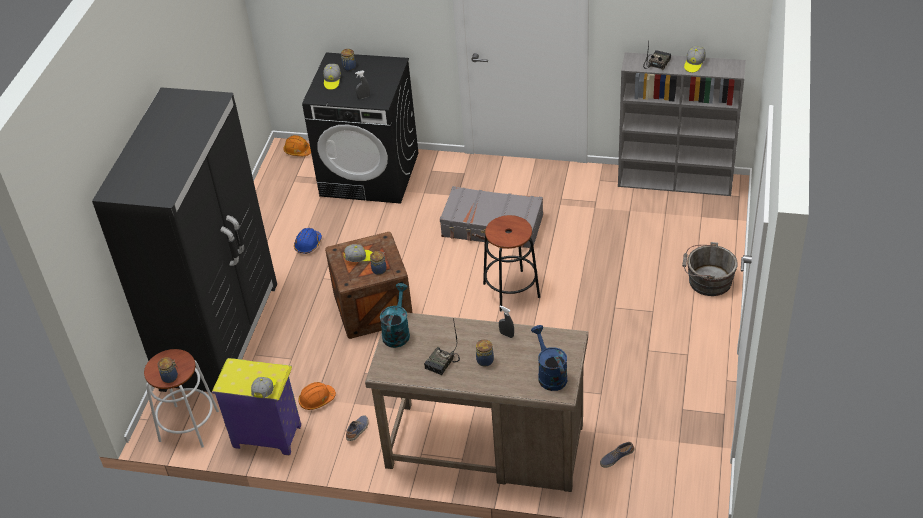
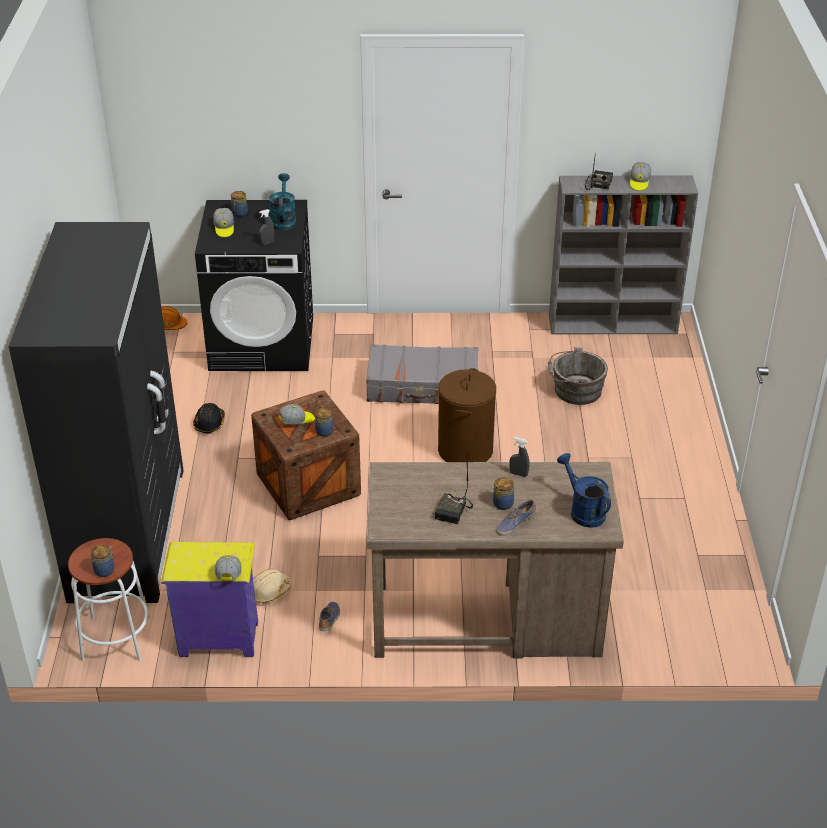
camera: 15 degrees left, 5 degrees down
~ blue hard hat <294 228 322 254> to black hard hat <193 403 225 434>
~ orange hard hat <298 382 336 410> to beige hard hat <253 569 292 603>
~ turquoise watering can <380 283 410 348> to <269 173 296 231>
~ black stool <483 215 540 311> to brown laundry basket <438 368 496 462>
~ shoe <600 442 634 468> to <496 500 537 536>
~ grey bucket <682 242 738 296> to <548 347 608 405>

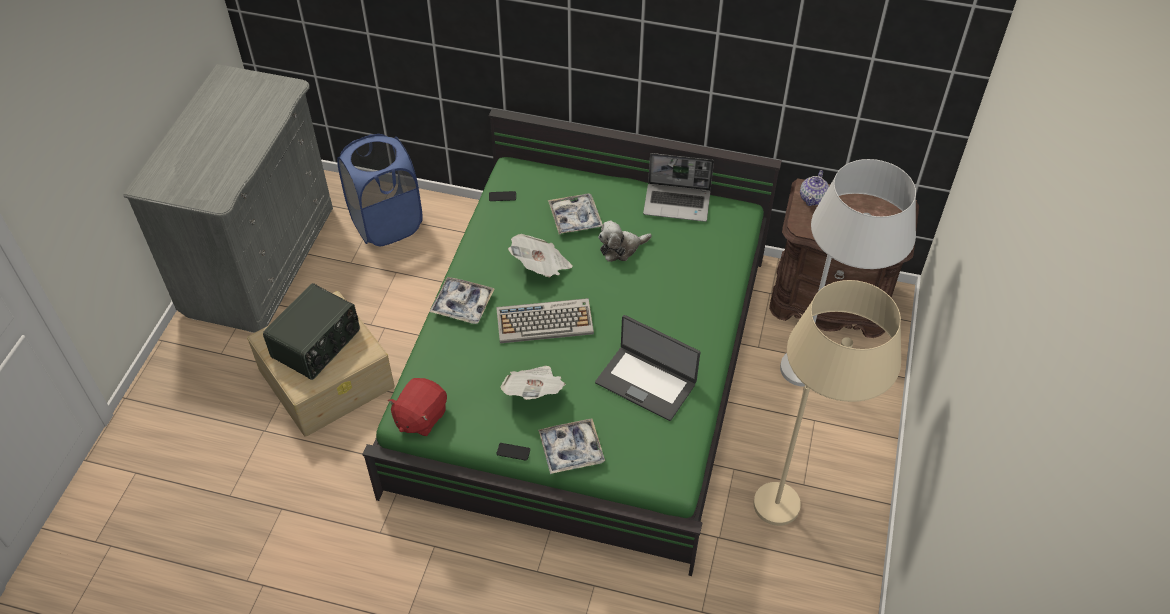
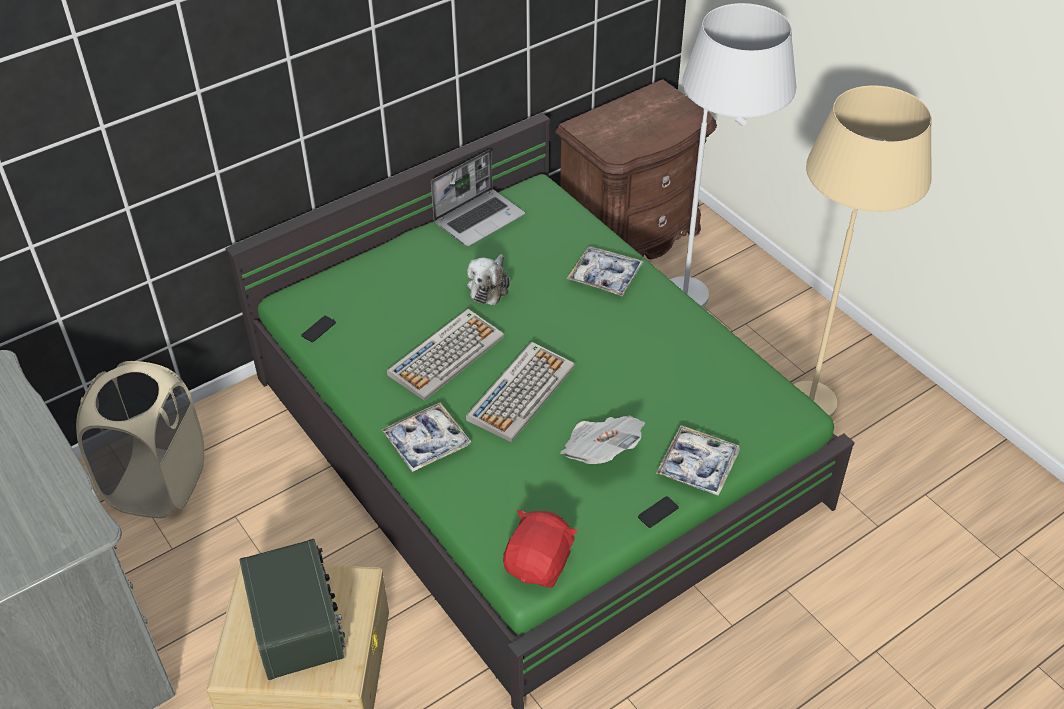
camera: 50 degrees left, 5 degrees down
~ blue laundry basket <337 134 423 246> to beige laundry basket <76 361 204 518>
~ red plush toy <388 378 447 436> = <503 510 578 587> 135 degrees counterclockwise
~ newspaper <508 234 572 277> to keyboard <387 309 504 401>
~ tray <548 193 603 234> to <566 246 643 296>
- laptop <595 315 700 421>
- teapot <800 170 829 206>

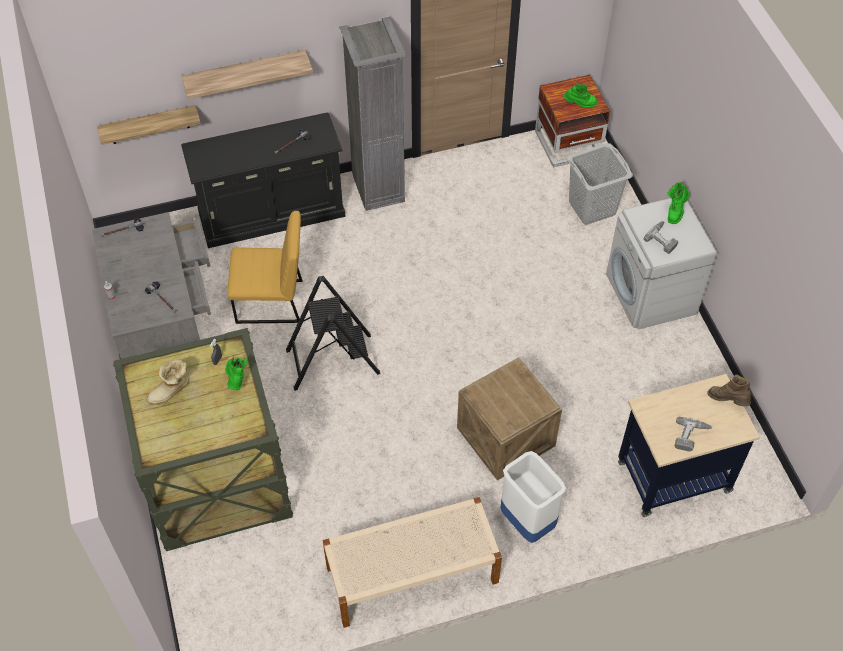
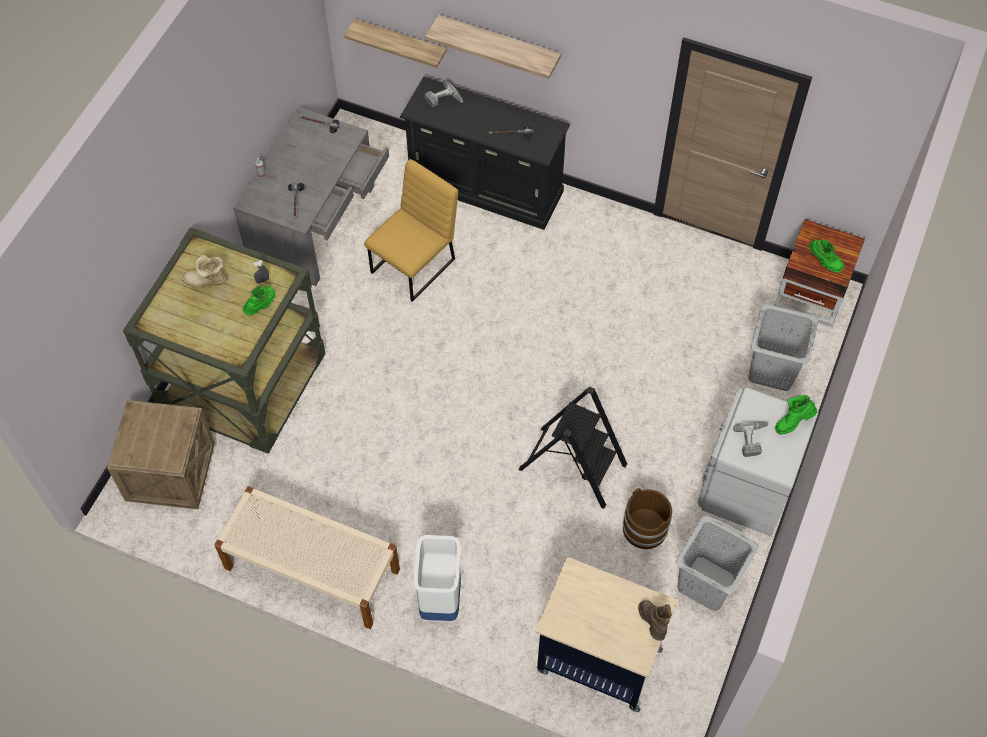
camera: 40 degrees right, 5 degrees up
~ yellow chair <227 211 302 324> = <364 159 458 302> 90 degrees counterclockwise
~ black step ladder <286 276 380 391> to <518 386 628 509>
- grey cabinet <339 16 406 211>
~ crate <457 357 562 481> to <107 400 215 509>
~ power drill <675 417 712 451> to <425 81 463 107>
+ brown bucket <623 488 672 549>
+ grey laundry basket <676 515 759 611>

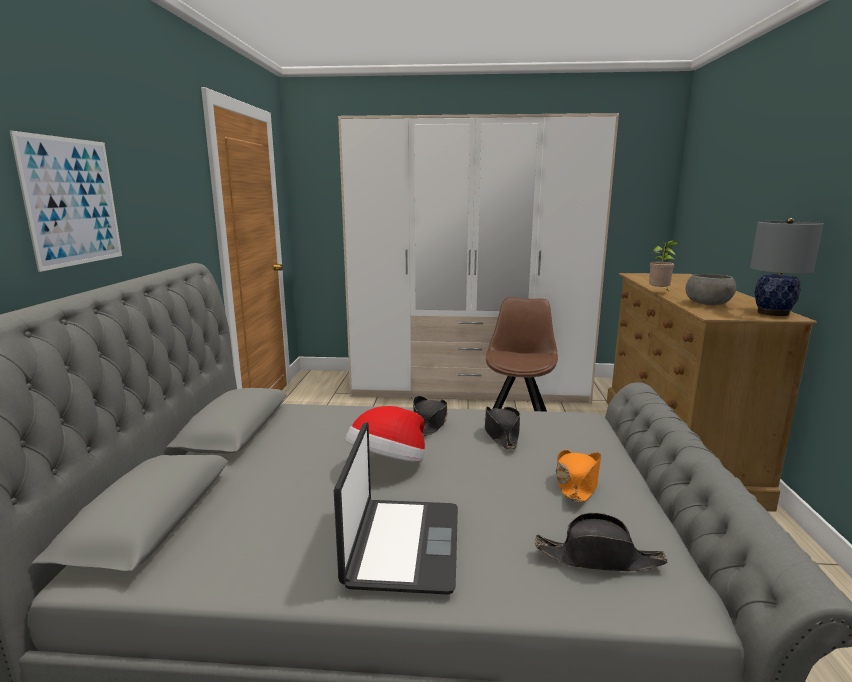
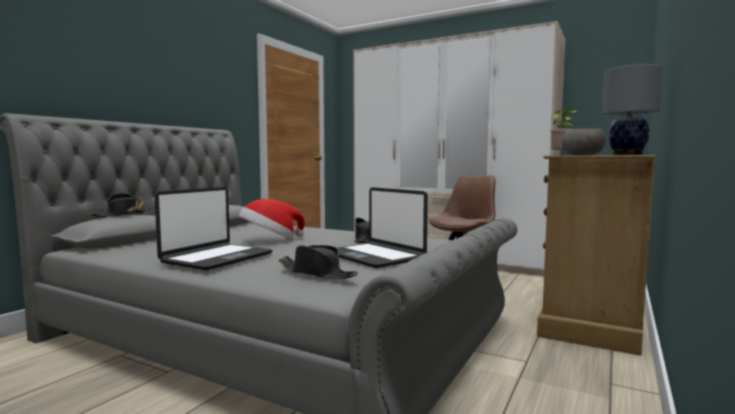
camera: 25 degrees right, 10 degrees down
- picture <9 130 122 272>
~ black hat <413 396 447 437> to <89 193 155 217>
~ orange hat <556 450 601 502> to laptop <337 187 428 268>

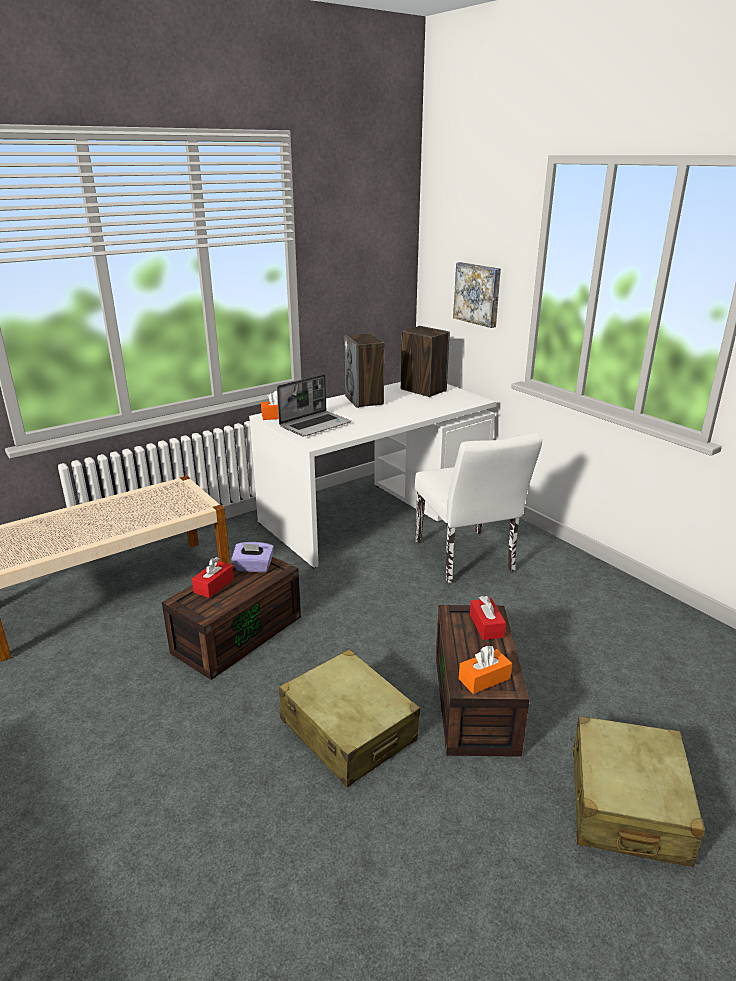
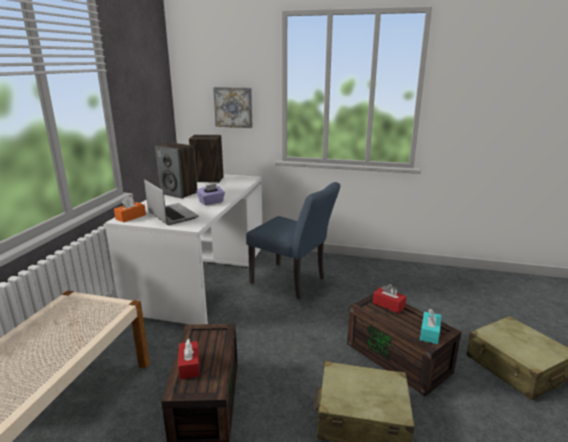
camera: 40 degrees left, 5 degrees down
~ purple tissue box <231 542 274 572> to <196 184 225 205>
~ laptop <277 374 351 437> = <144 179 199 225> 45 degrees counterclockwise
~ white chair <415 433 542 583> to blue chair <246 182 340 299>
~ orange tissue box <459 645 512 694> to turquoise tissue box <420 309 441 344>

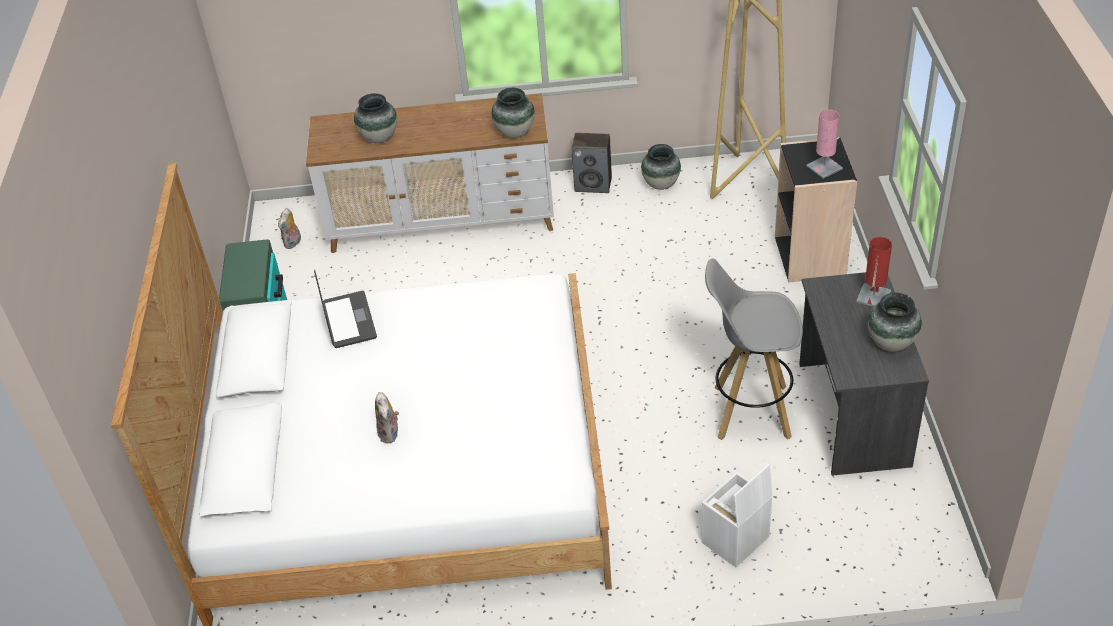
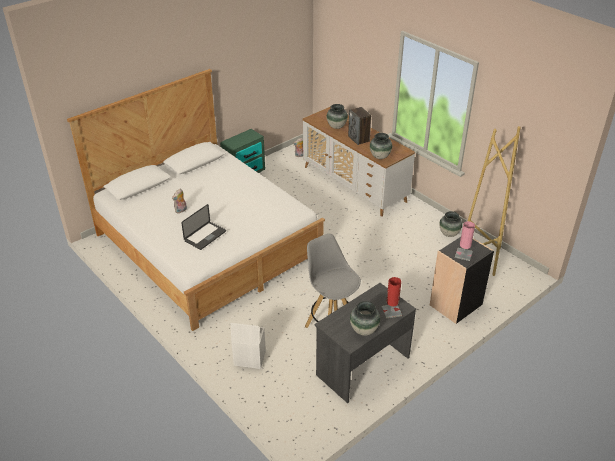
camera: 50 degrees right, 5 degrees down
~ laptop <314 270 377 348> to <181 204 226 250>
~ speaker <571 133 612 193> to <348 107 371 145>

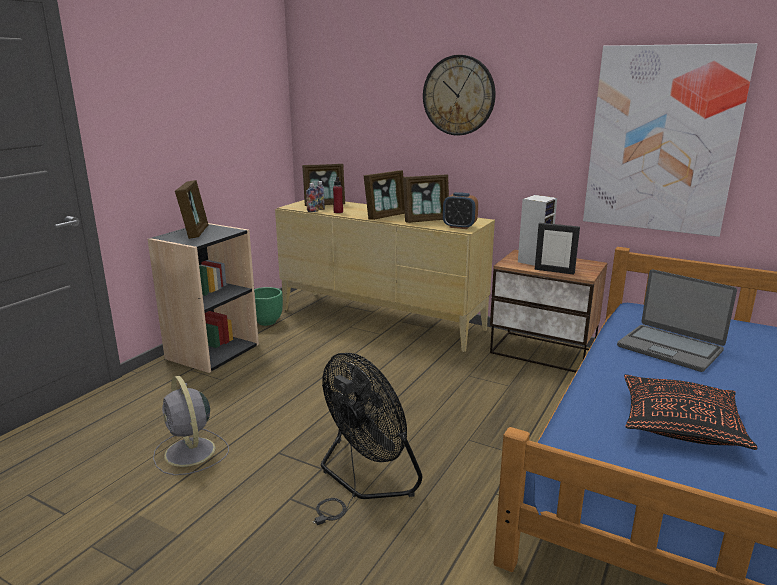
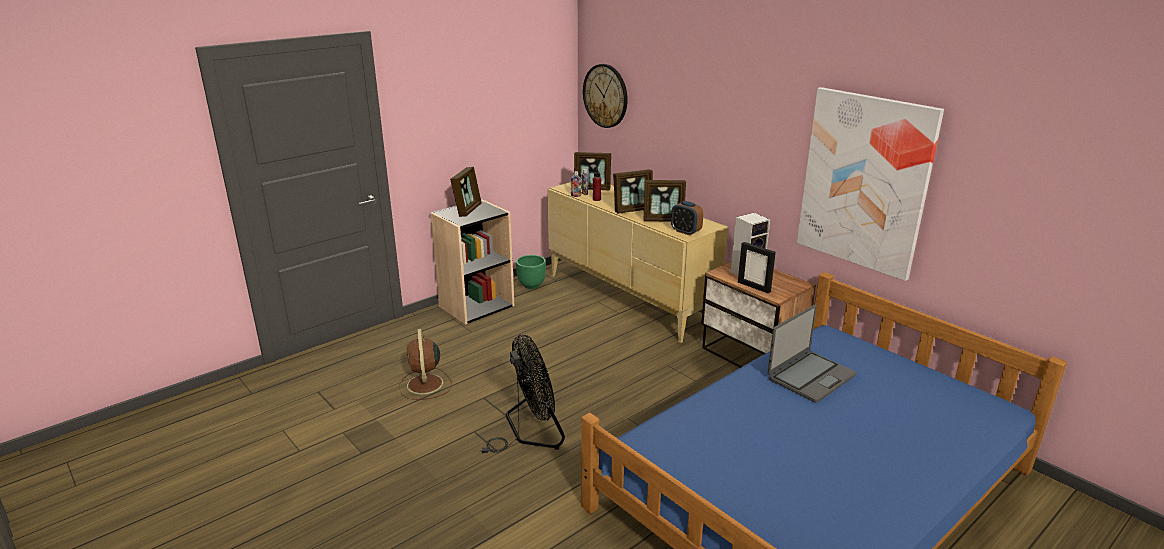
camera: 20 degrees right, 5 degrees up
~ grey fan <153 376 229 475> to brown fan <399 329 452 400>
~ wall clock <423 55 496 135> to <583 64 628 128>
~ laptop <617 269 737 372> = <768 304 857 403> 105 degrees counterclockwise
- black pillow <624 374 758 450>

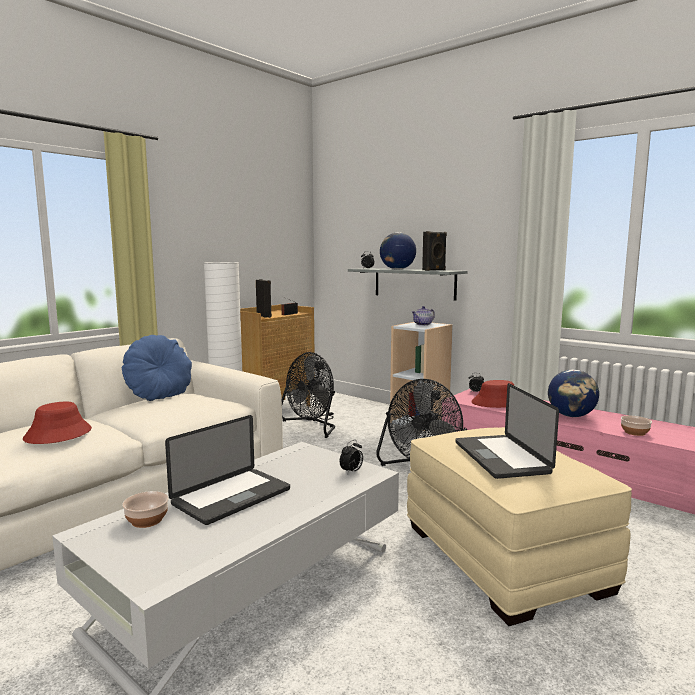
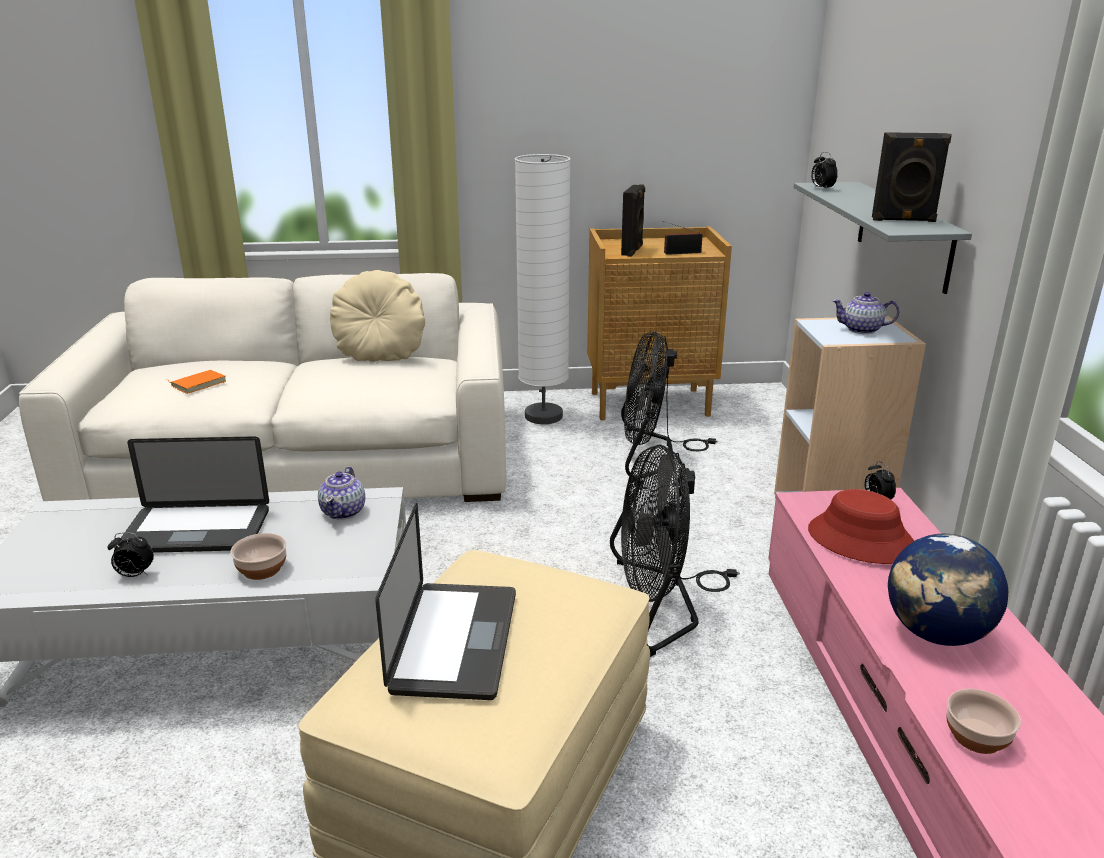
camera: 45 degrees right, 15 degrees up
~ red hat <23 402 92 444> to orange book <168 370 226 394>
~ blue pillow <122 335 192 401> to beige pillow <330 270 425 362>
~ bowl <122 491 169 528> to <230 533 286 580>
~ alarm clock <340 440 363 474> to <108 532 154 577>
- globe <380 232 416 270>
~ laptop <455 383 559 479> = <375 503 516 700> 150 degrees clockwise
+ teapot <318 467 365 520>

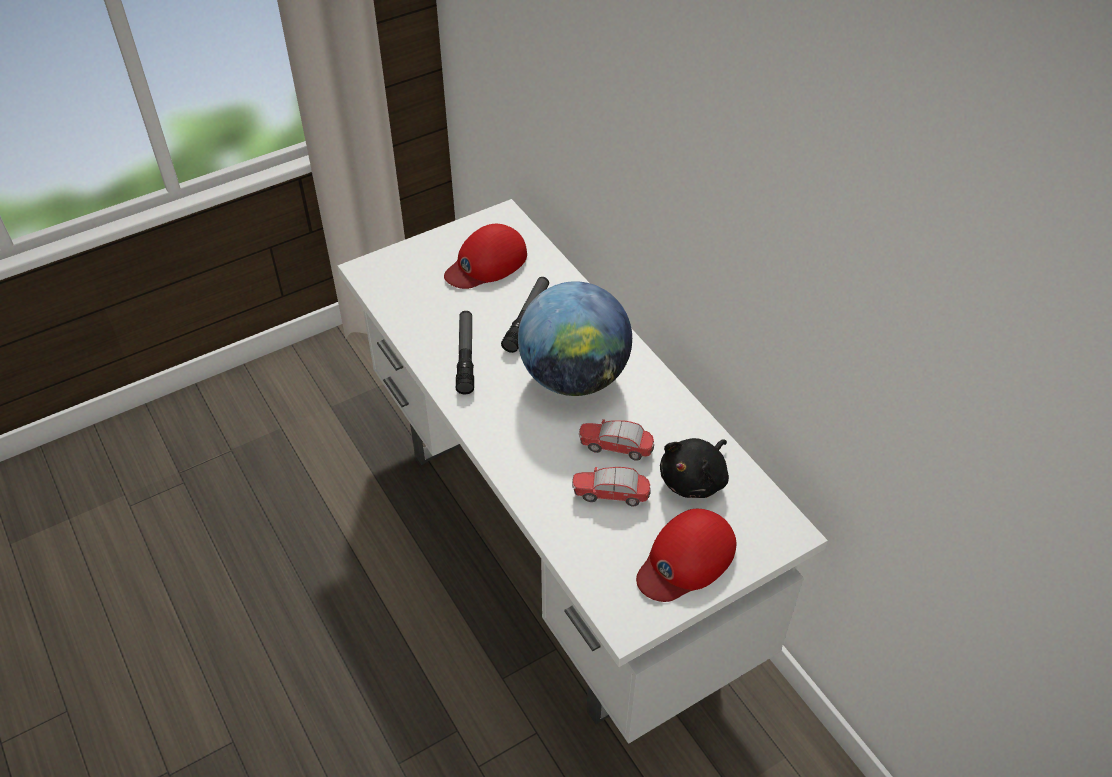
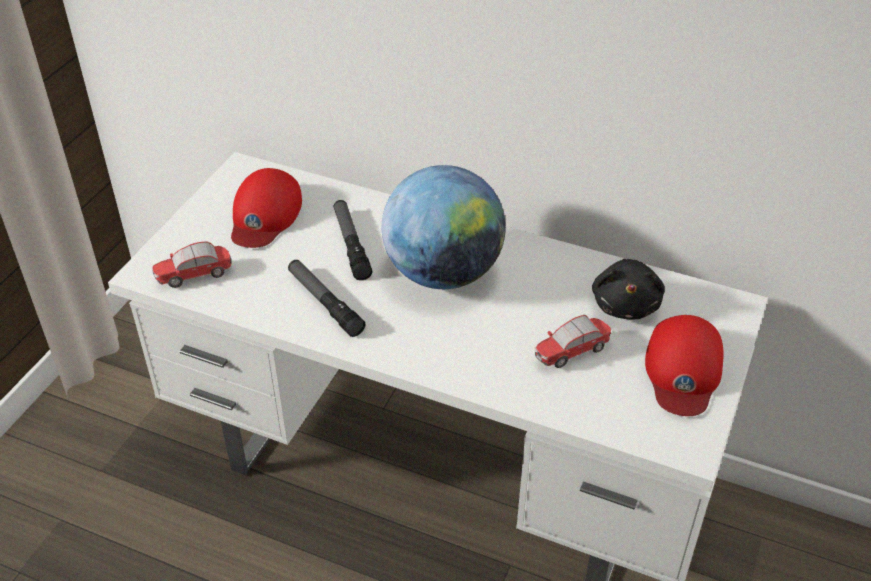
camera: 35 degrees left, 5 degrees down
~ toy car <579 419 654 460> to <152 241 232 288>

